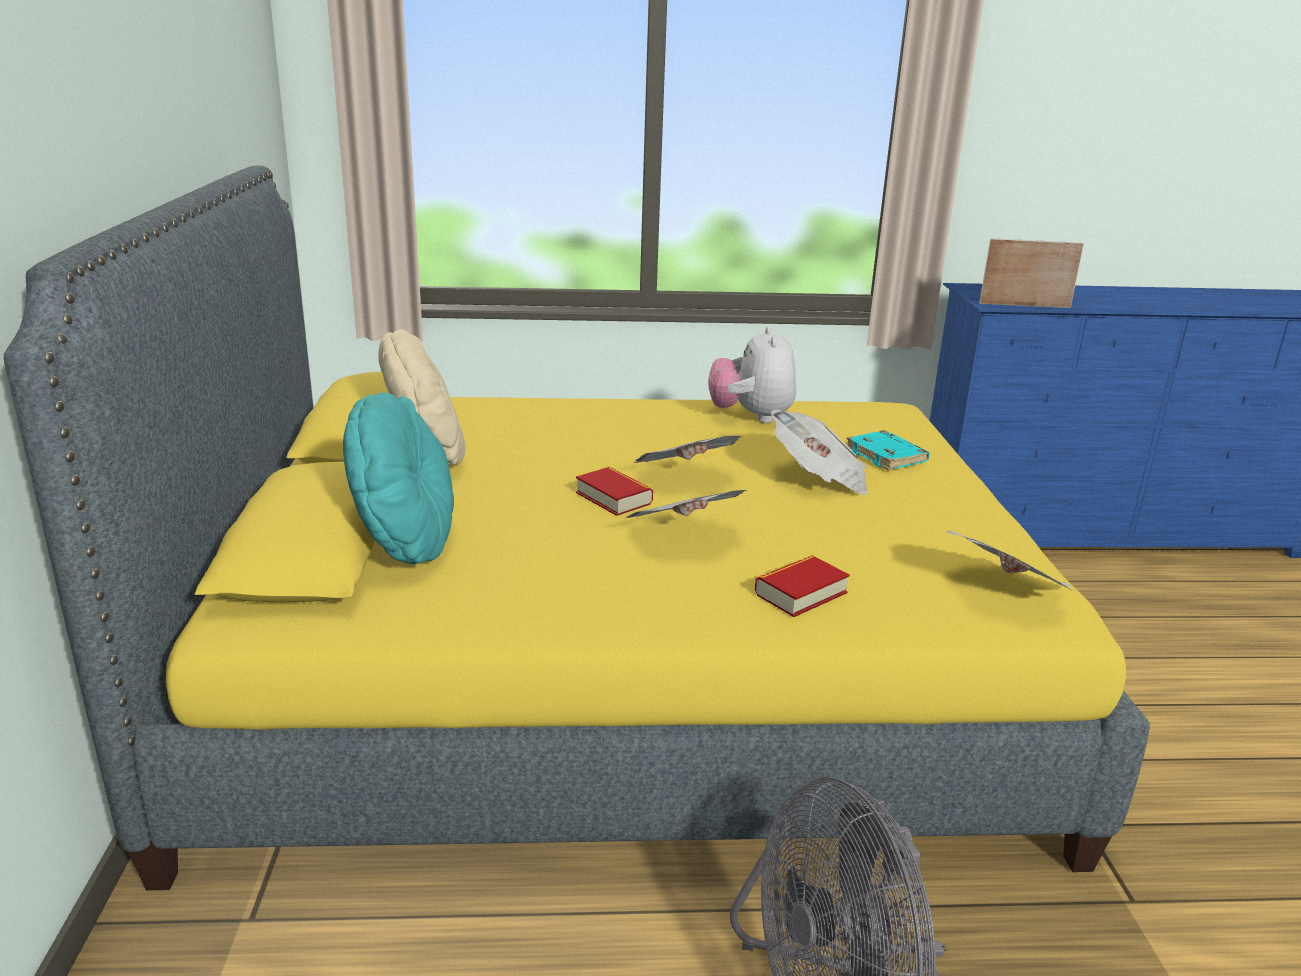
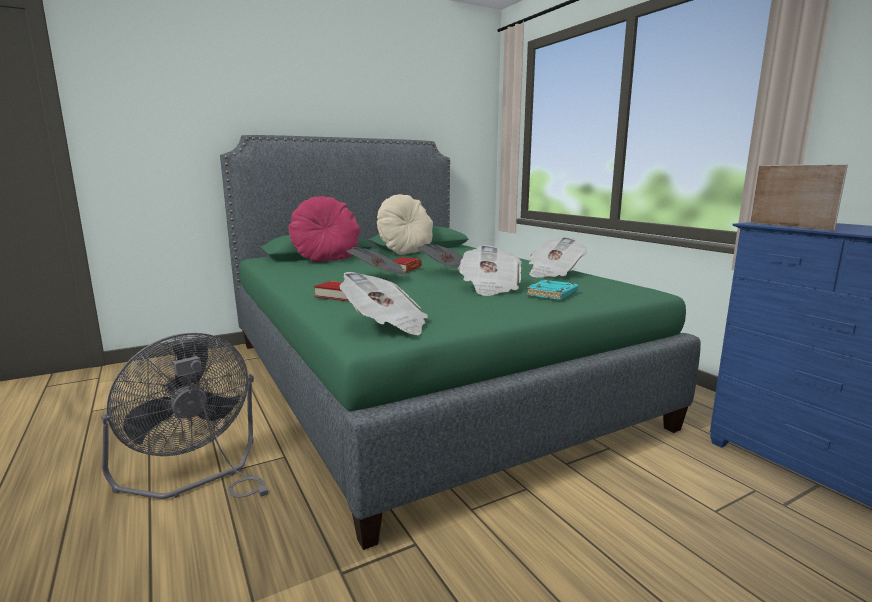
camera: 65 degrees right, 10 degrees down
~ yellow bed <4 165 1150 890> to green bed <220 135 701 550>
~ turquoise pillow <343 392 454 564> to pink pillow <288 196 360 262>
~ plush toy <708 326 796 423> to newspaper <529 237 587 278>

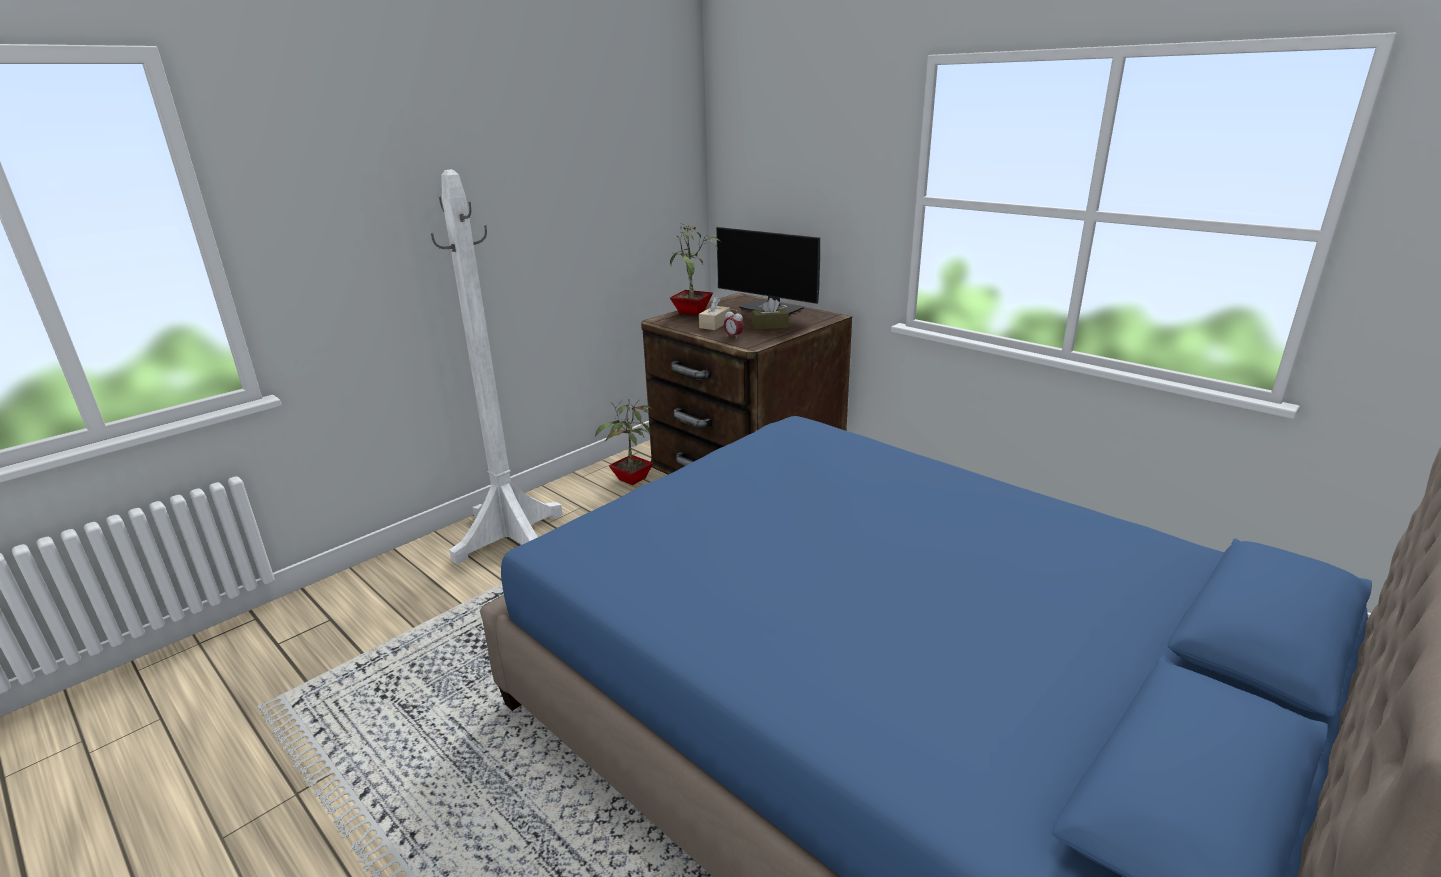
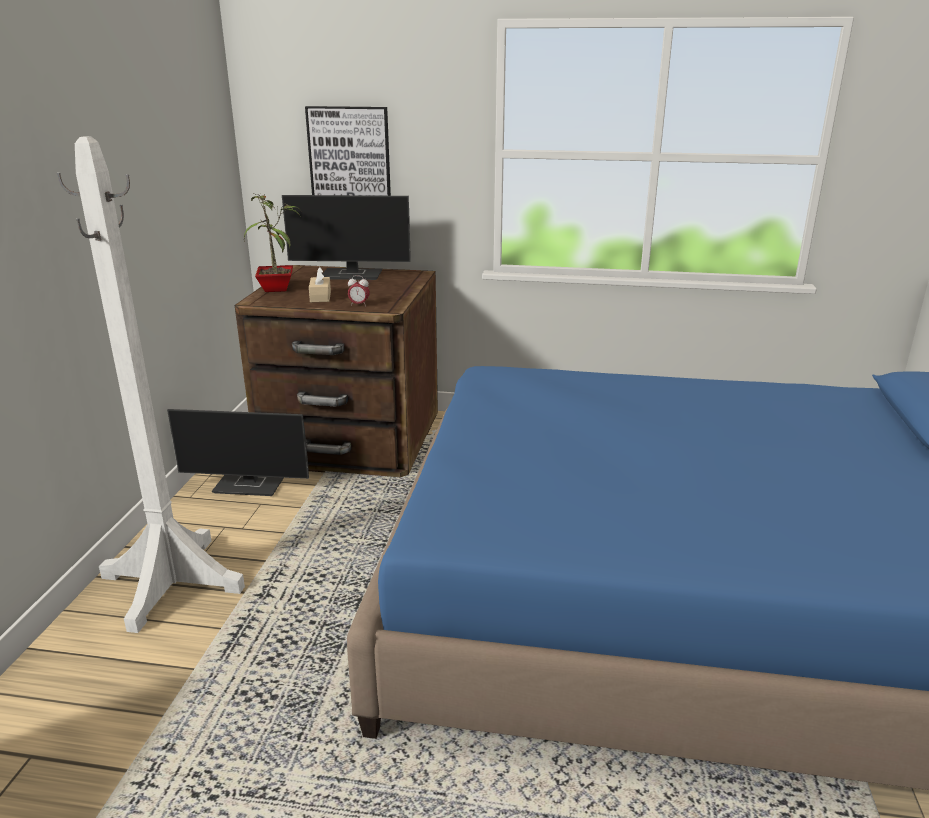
camera: 35 degrees left, 0 degrees up
~ potted plant <595 400 653 485> to monitor <167 409 309 496>
- brown tissue box <752 298 789 330>
+ picture <305 106 391 196>

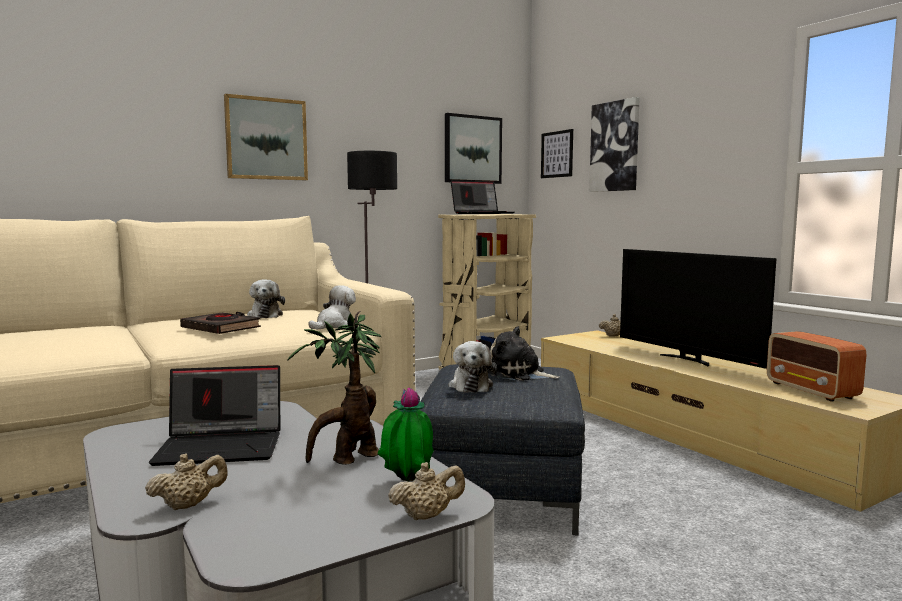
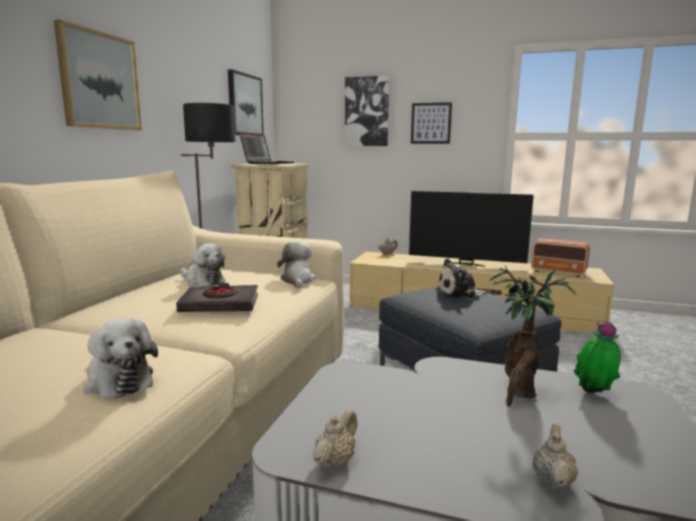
camera: 40 degrees left, 5 degrees up
- laptop <149 365 280 466>
~ beige teapot <388 462 465 520> to <313 409 357 470>
~ plush toy <449 341 497 393> to <84 318 158 398>
~ picture <541 129 573 178> to <411 102 452 144>

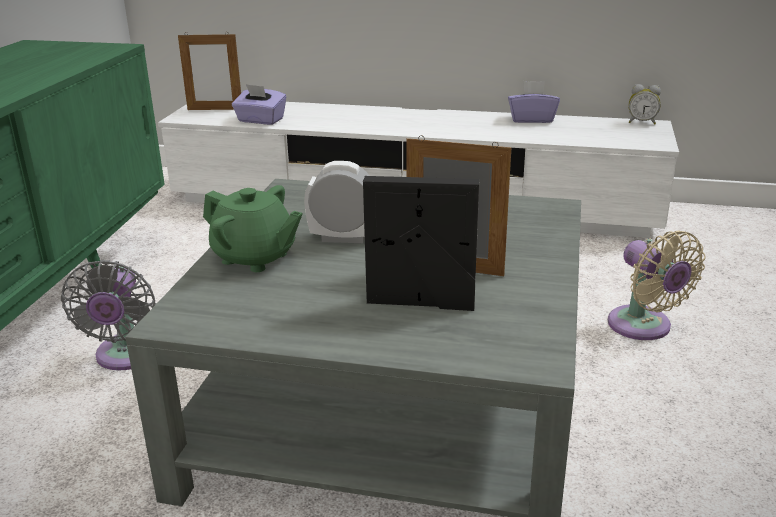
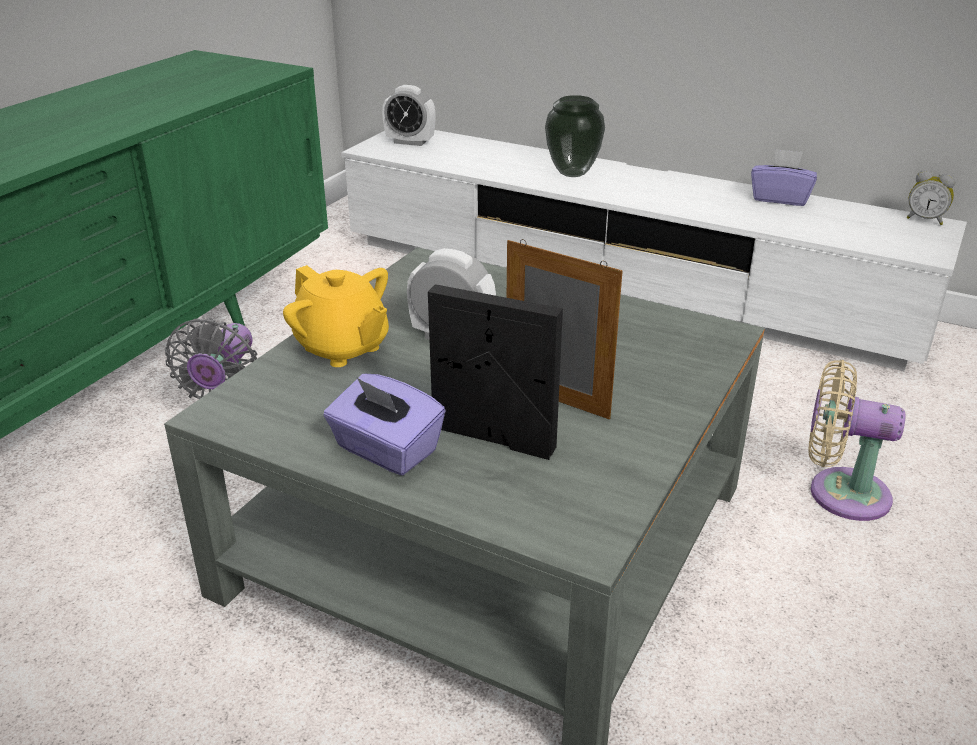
camera: 15 degrees right, 5 degrees up
~ picture frame <178 32 241 110> to alarm clock <382 85 436 146>
~ green teapot <203 185 302 272> to yellow teapot <283 265 389 367>
~ purple tissue box <232 84 286 125> to <323 374 446 475>
~ beige fan <608 230 706 340> = <808 360 906 521> 120 degrees clockwise
+ vase <545 95 605 177>

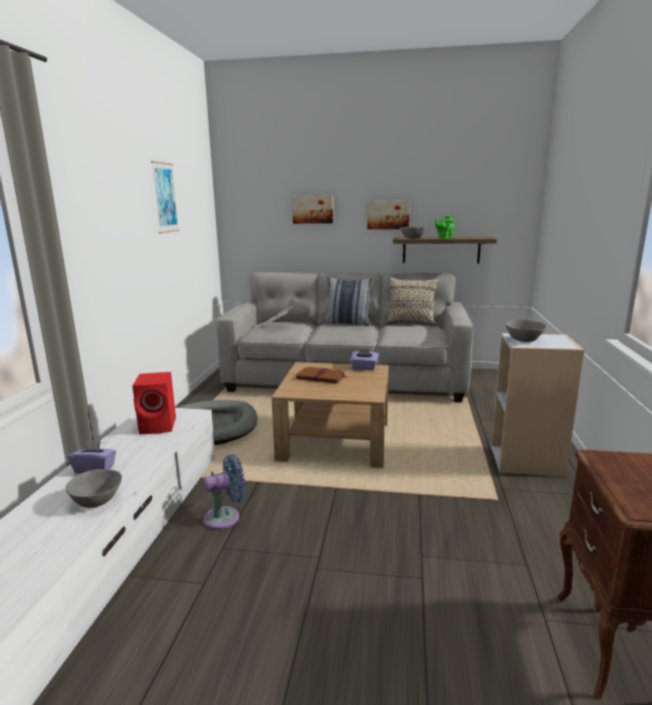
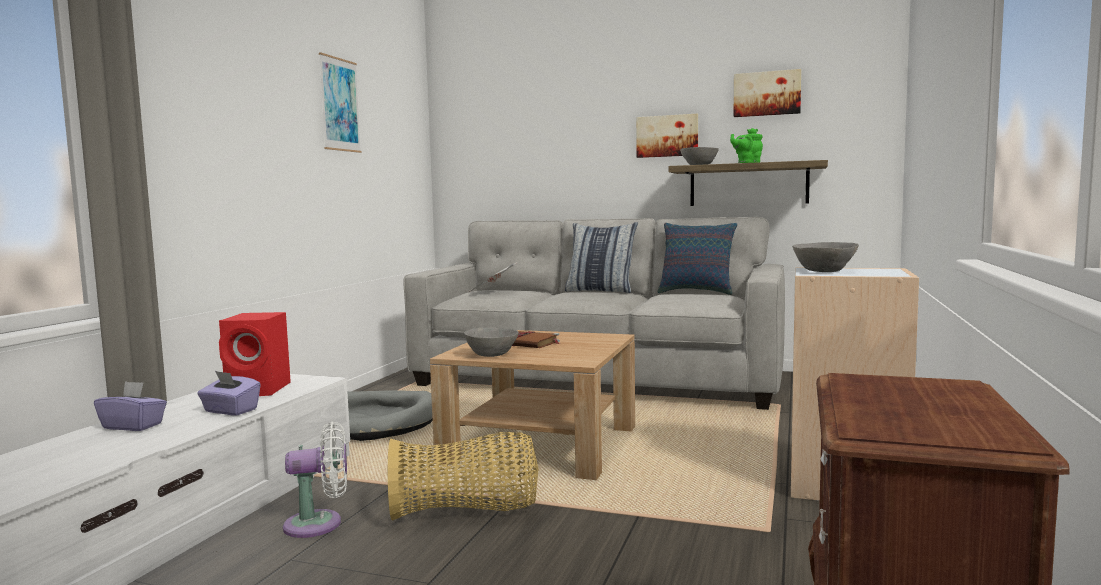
camera: 10 degrees right, 10 degrees down
~ grey bowl <66 469 122 508> to <464 327 519 357>
~ blue fan <203 454 246 530> to white fan <283 422 347 538>
~ picture <292 195 333 224> to <734 69 801 117>
~ purple tissue box <350 349 379 370> to <197 371 261 416>
~ beige pillow <386 278 438 327> to blue pillow <658 223 737 295>
+ basket <388 432 539 521>

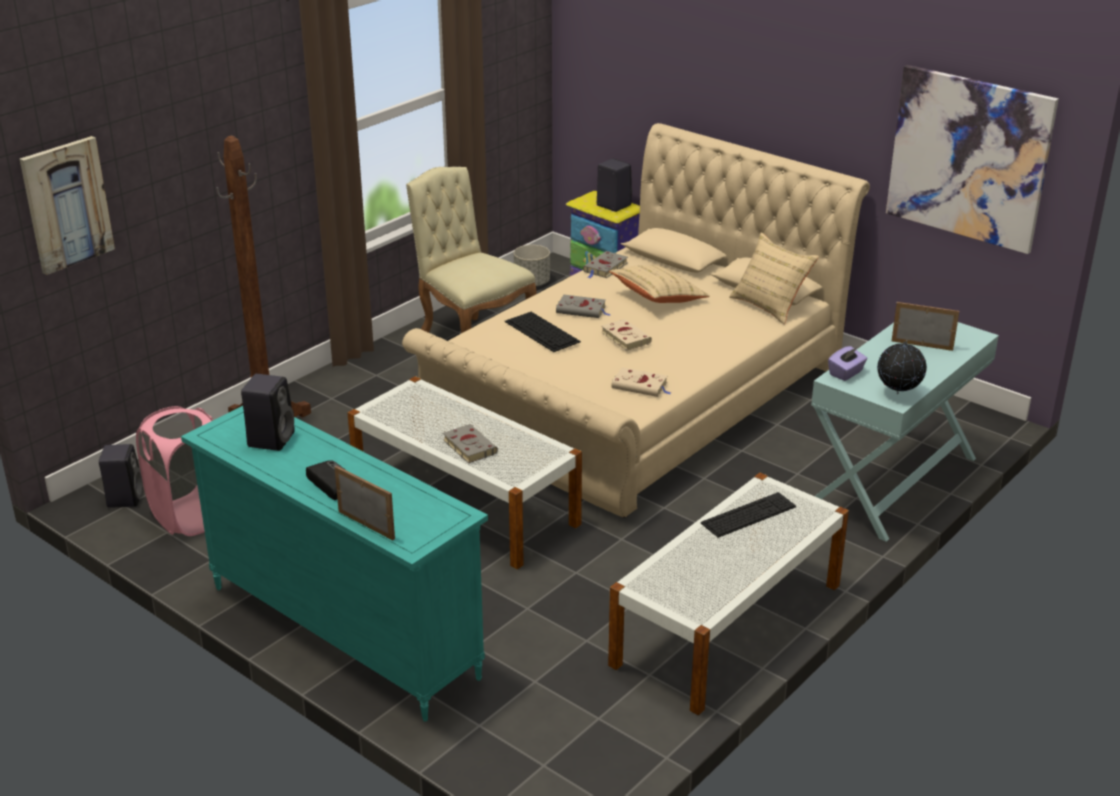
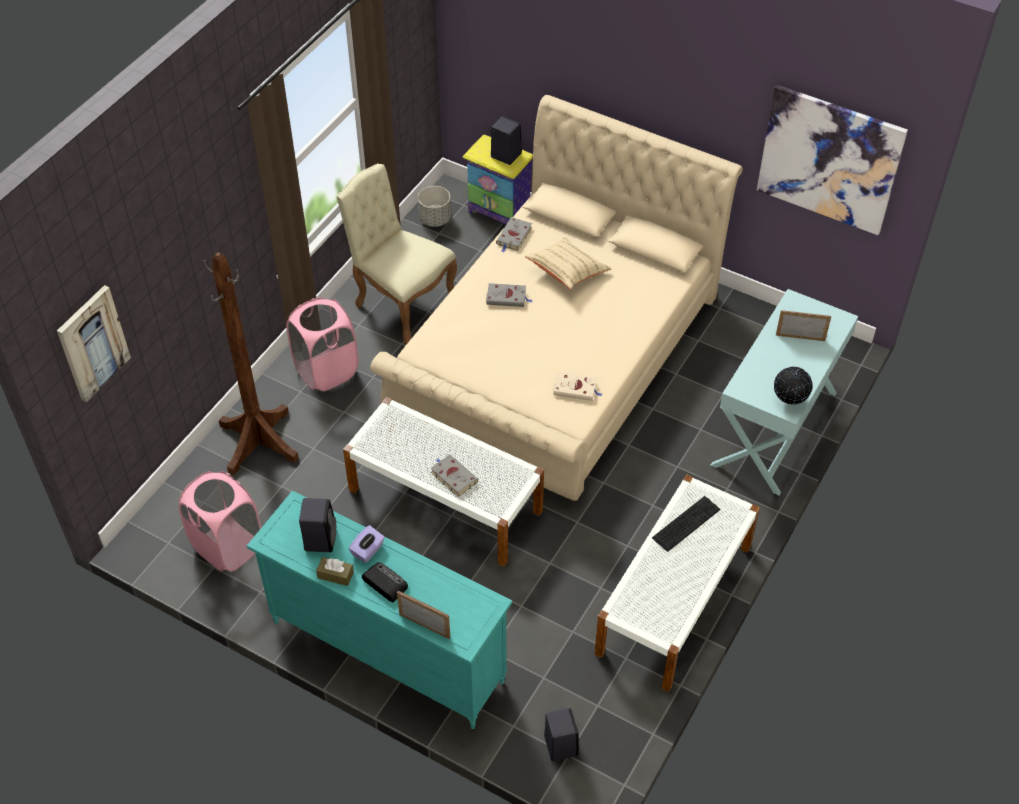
camera: 10 degrees left, 20 degrees up
~ black speaker <99 444 143 508> to <544 708 580 762>
- keyboard <504 312 581 352>
- beige book <601 319 652 351>
- beige pillow <729 233 819 325>
~ purple tissue box <828 346 867 381> to <349 525 385 563>
+ pink laundry basket <286 297 358 391>
+ brown tissue box <316 557 354 586>

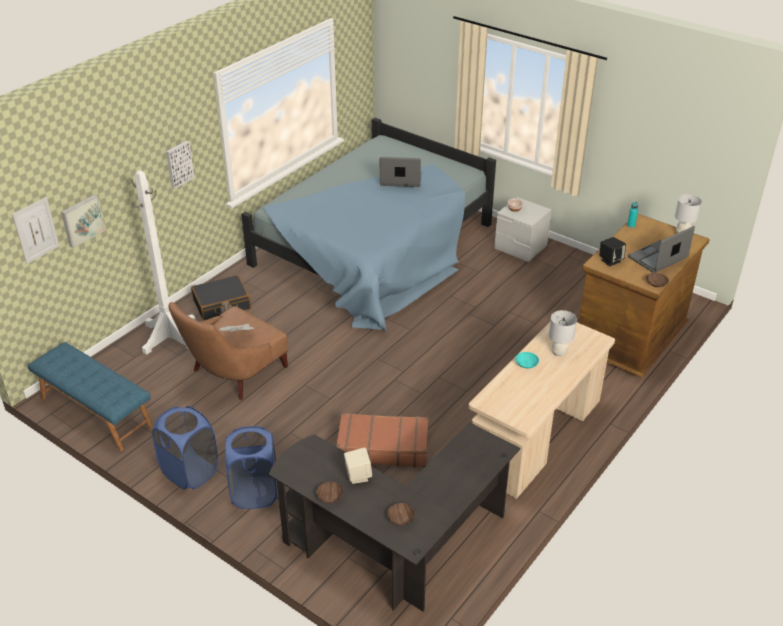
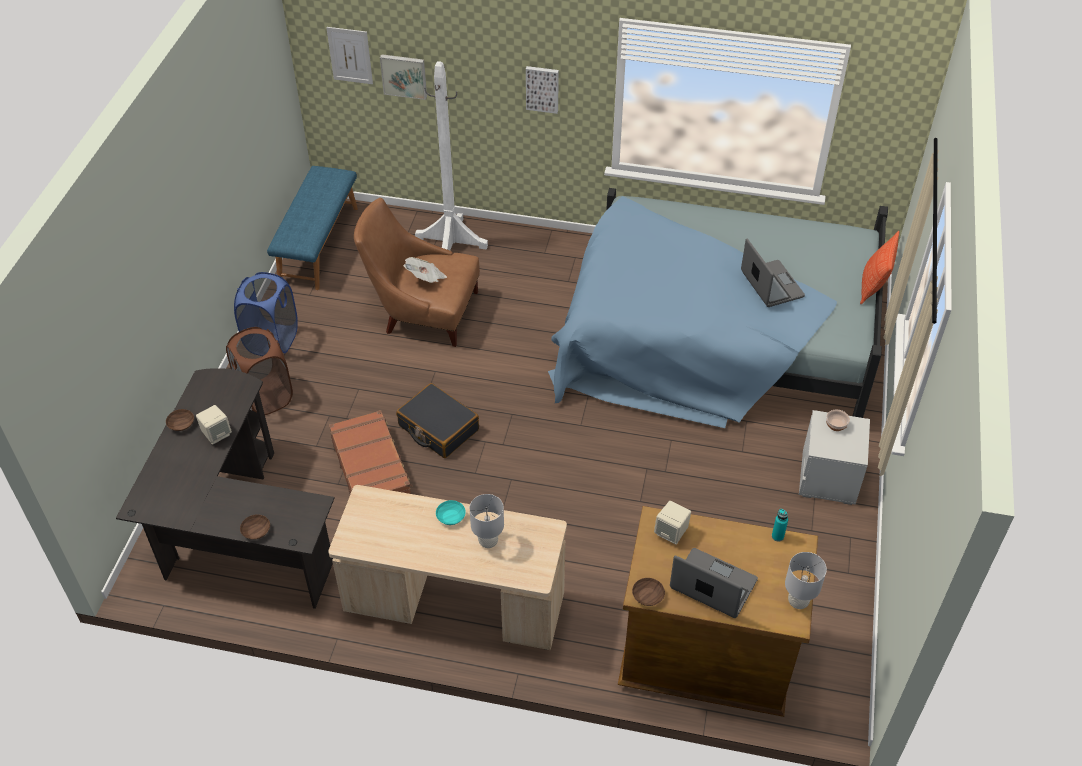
camera: 65 degrees right, 10 degrees up
~ black suitcase <191 275 251 321> to <396 383 479 458>
~ blue laundry basket <225 426 278 509> to brown laundry basket <226 327 293 415>
~ brown bowl <387 503 415 525> to <240 514 270 540>
~ black speaker <599 237 626 266> to beige speaker <654 501 691 545>
+ orange pillow <860 231 899 305>

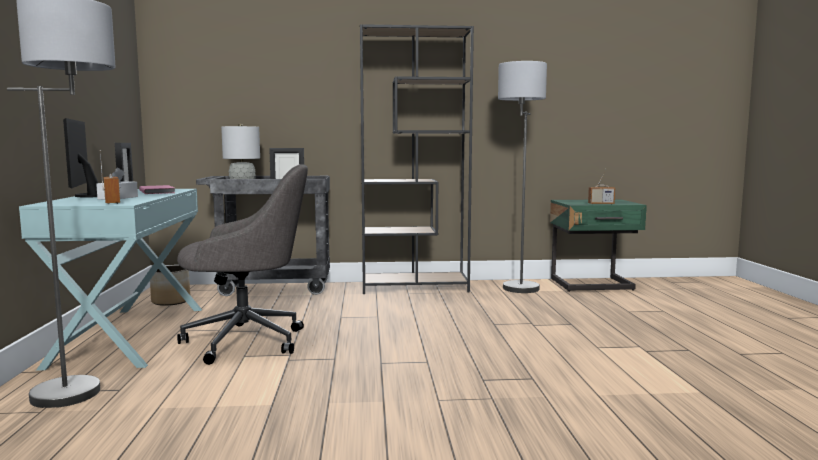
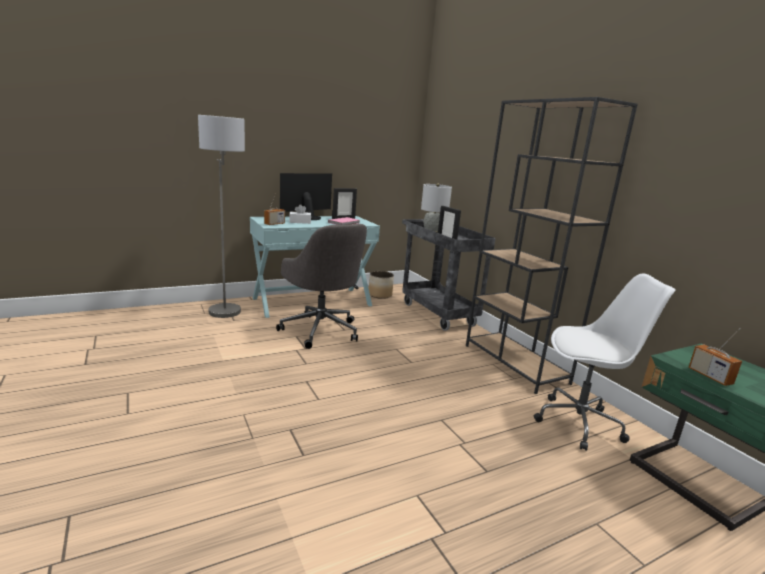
camera: 65 degrees right, 10 degrees up
~ grey floor lamp <498 61 547 293> to white office chair <534 273 676 451>

